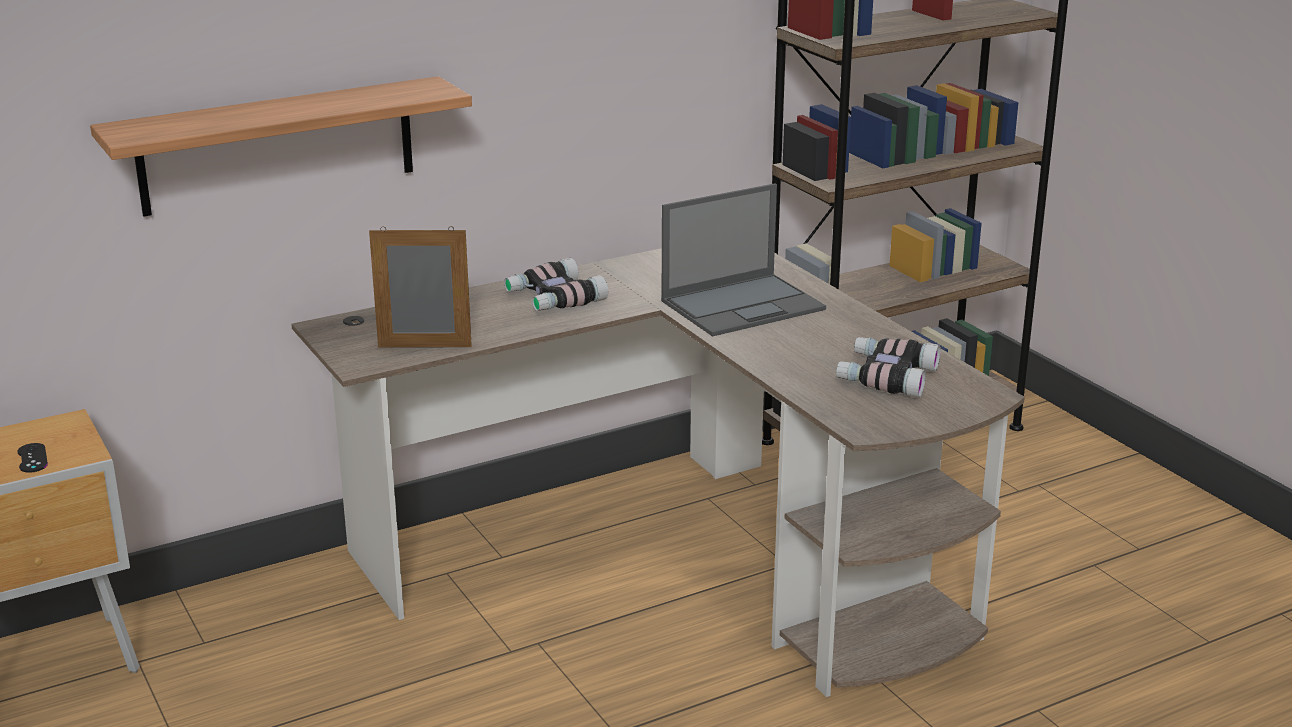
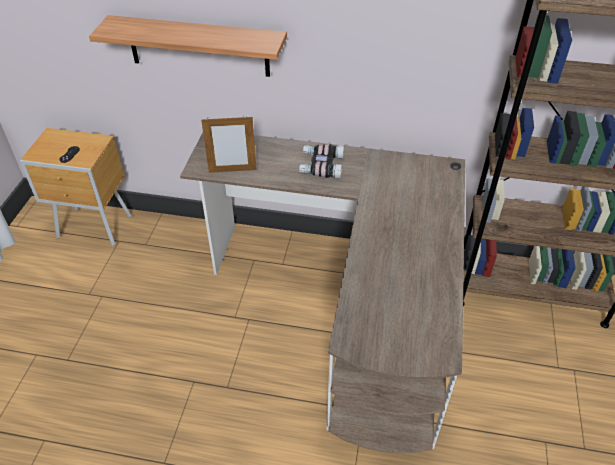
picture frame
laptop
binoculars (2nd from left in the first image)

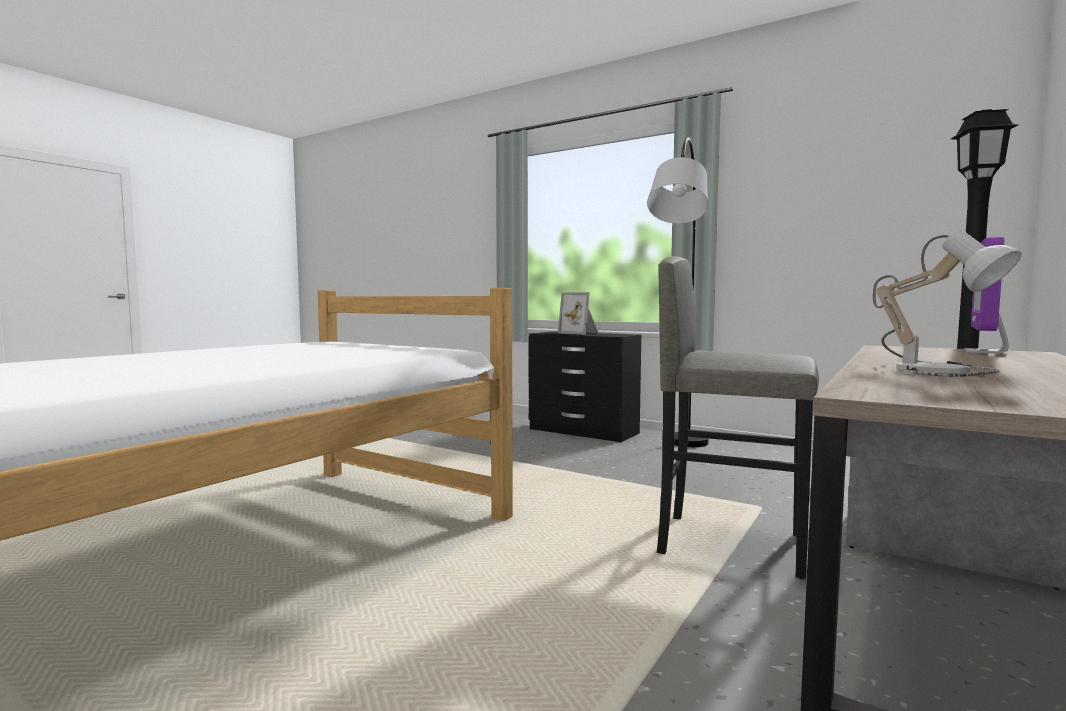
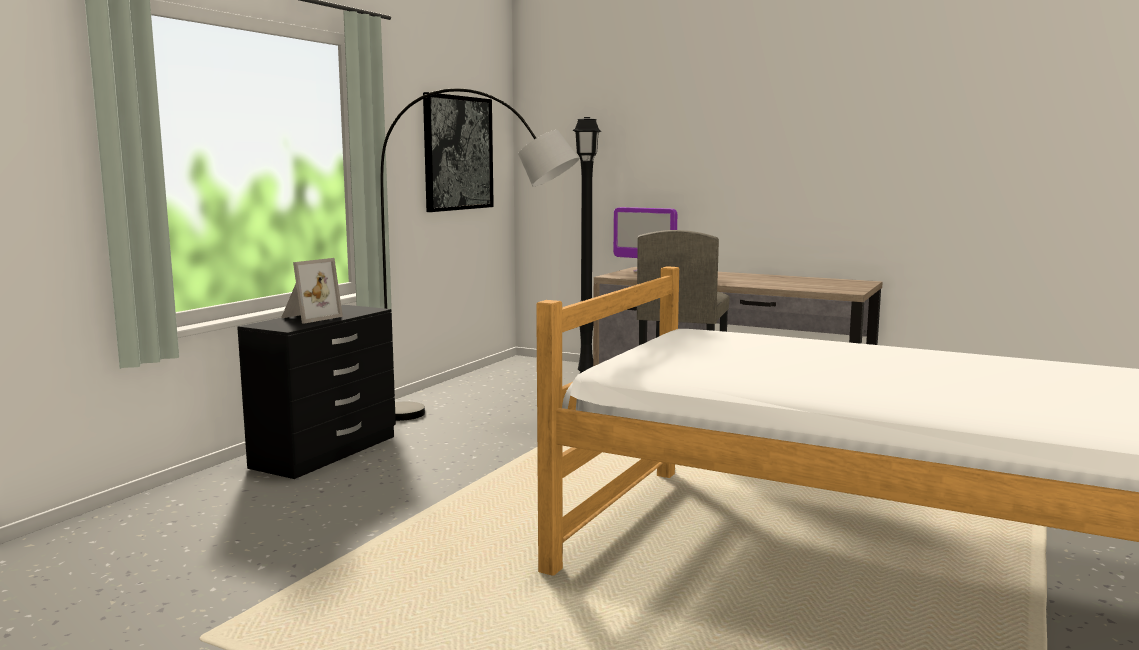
table lamp
picture

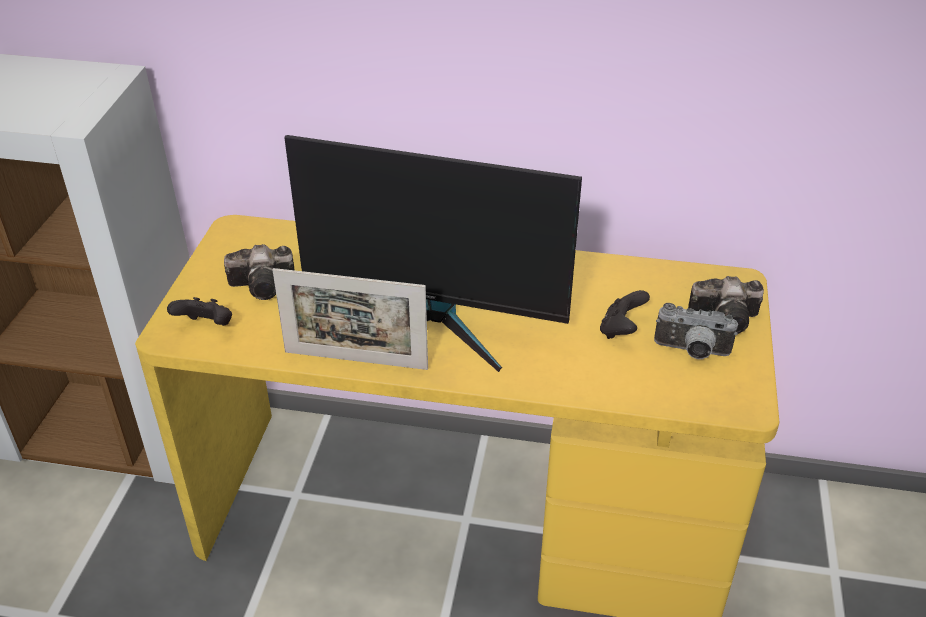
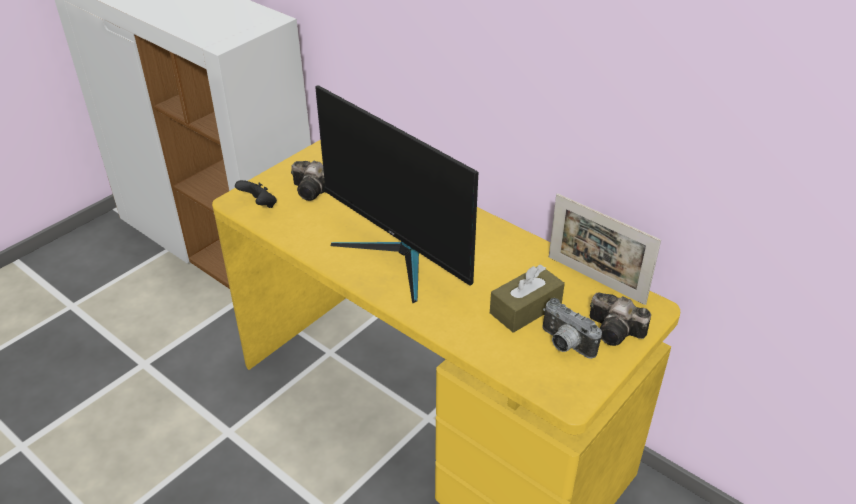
picture frame
brown tissue box

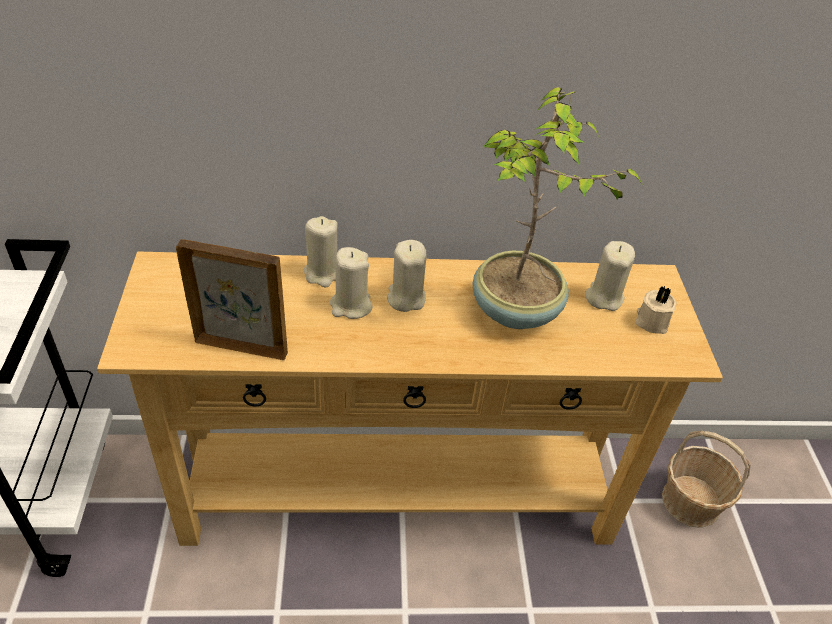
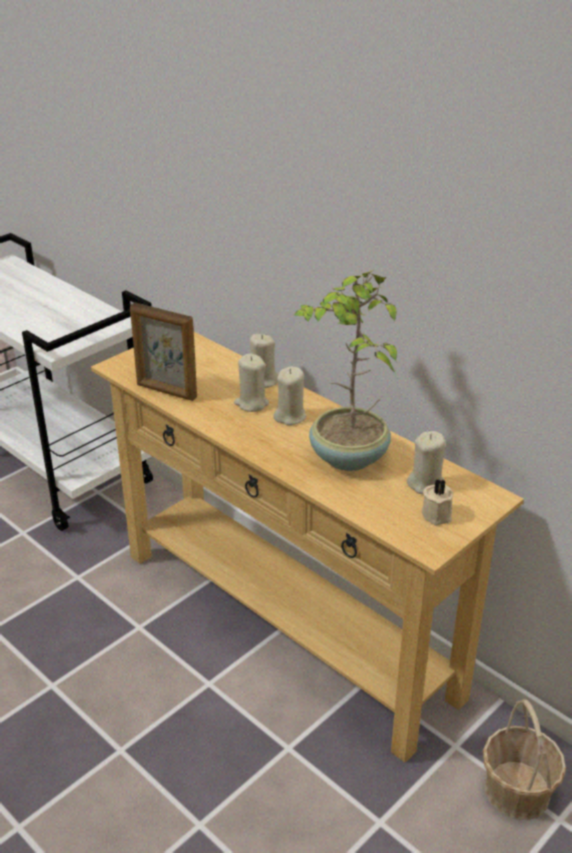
picture frame

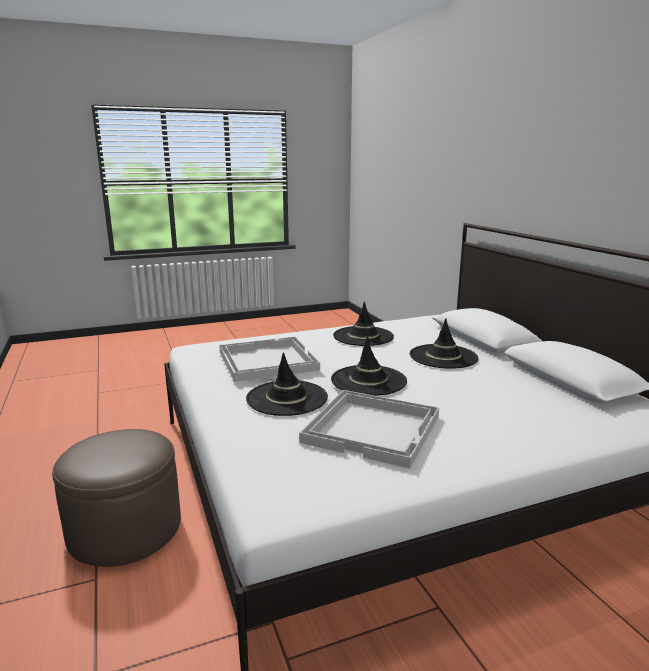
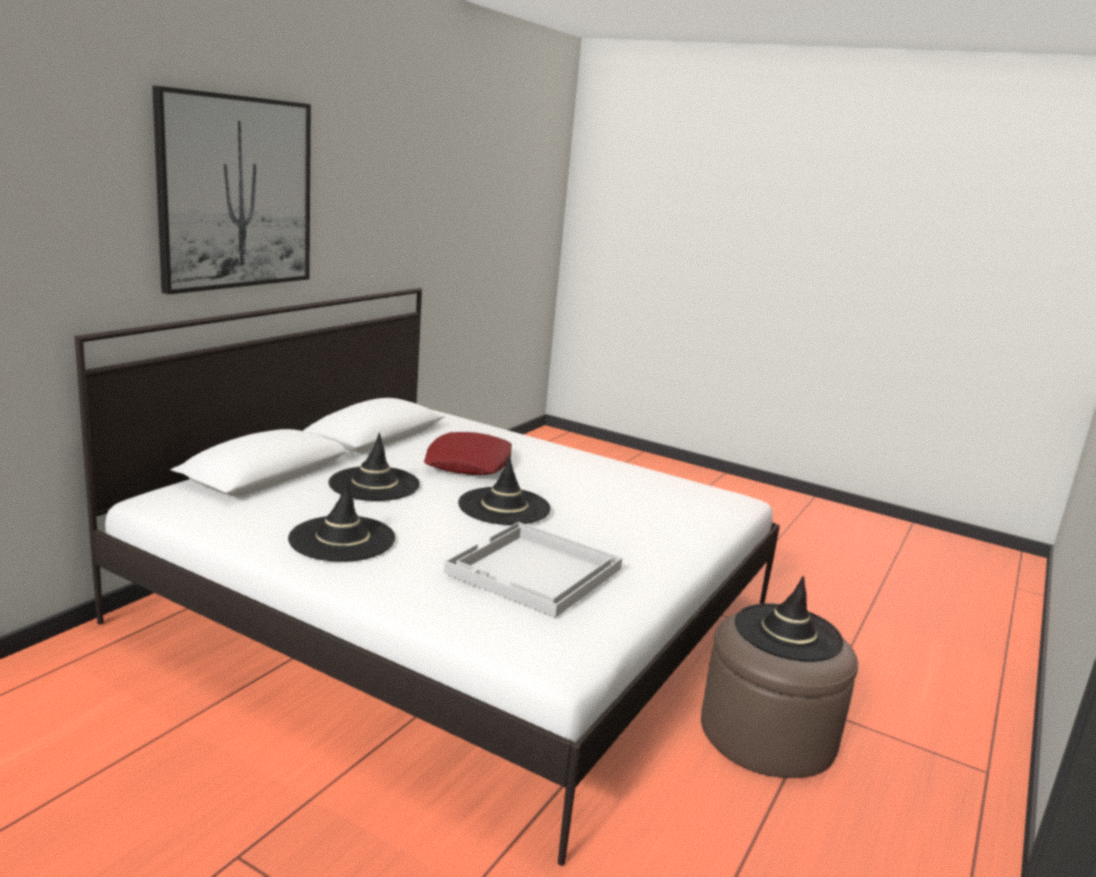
black hat (4th from left)
white tray (2nd from left in the first image)
picture
red pillow

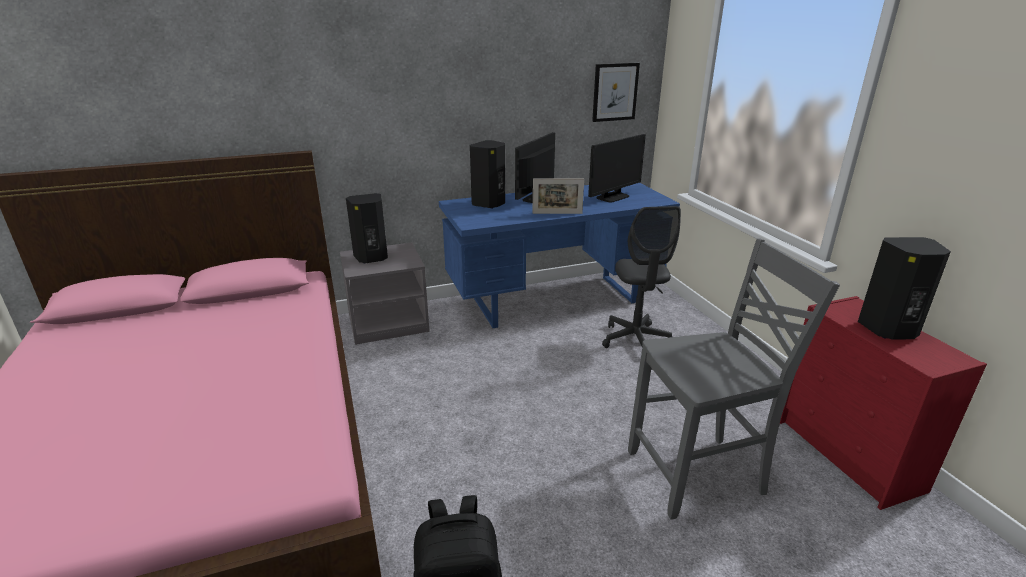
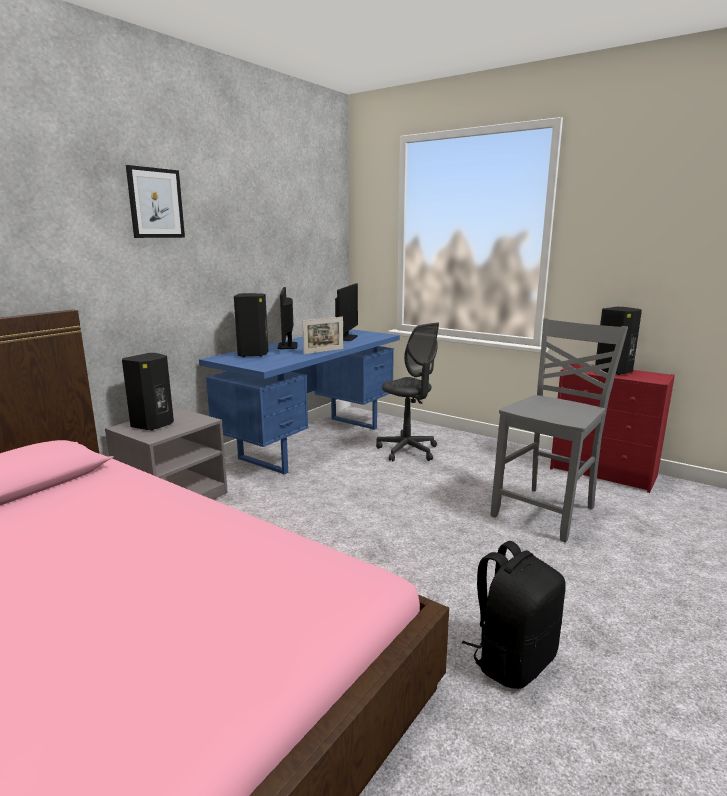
picture

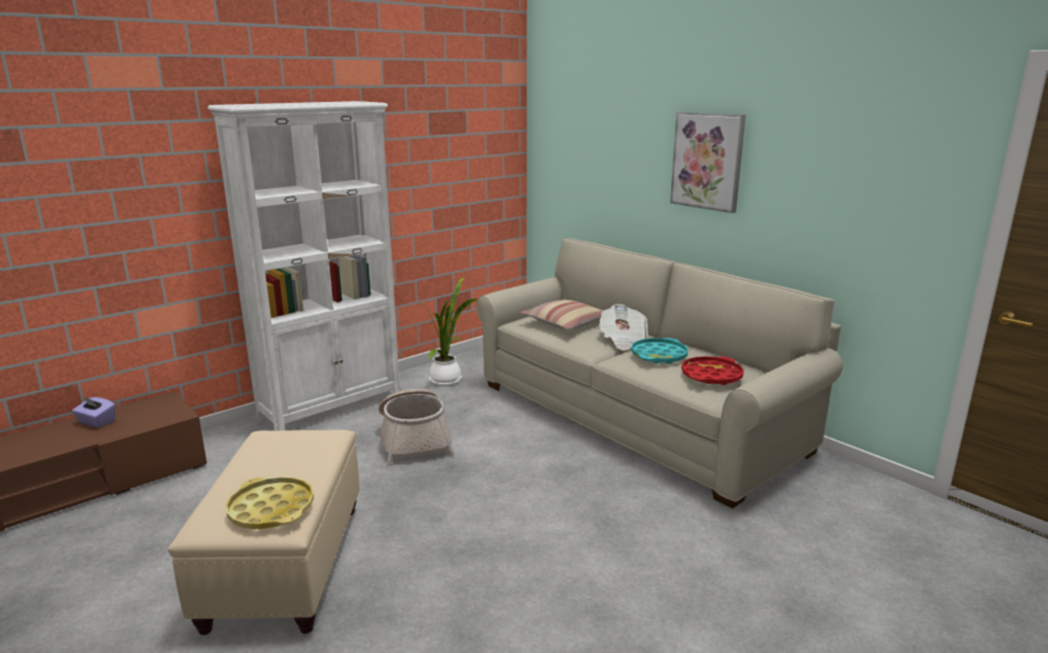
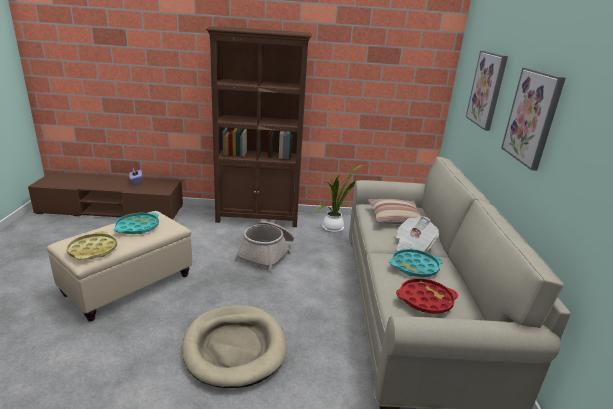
brown bookcase
turquoise tray (1st from left)
beige dog bed
picture (1st from left)

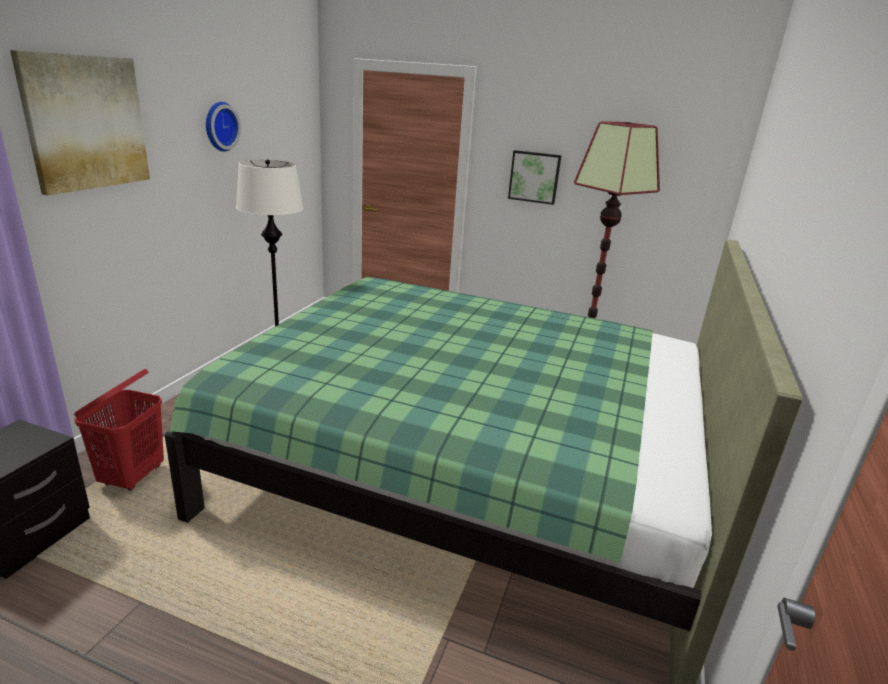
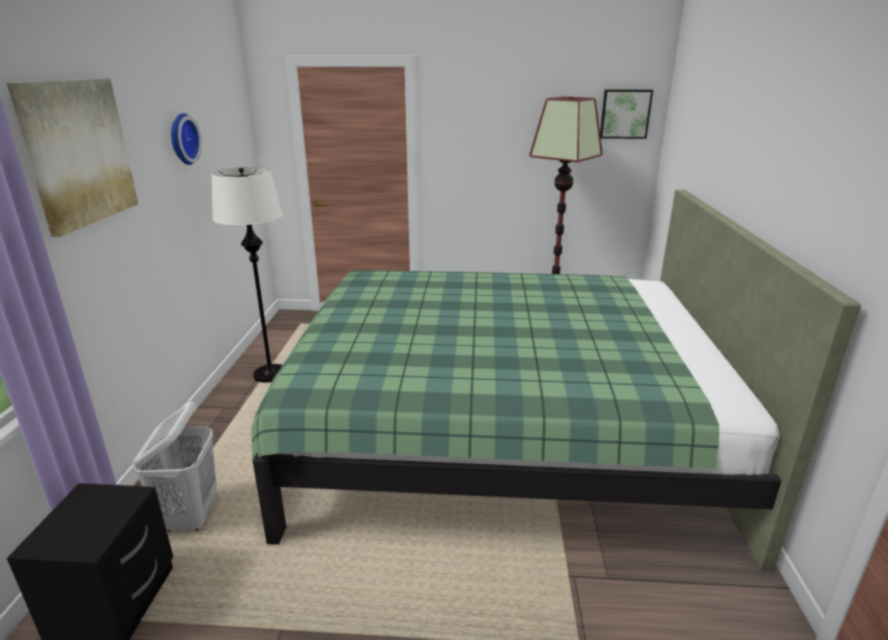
white laundry basket
picture (2nd from left)

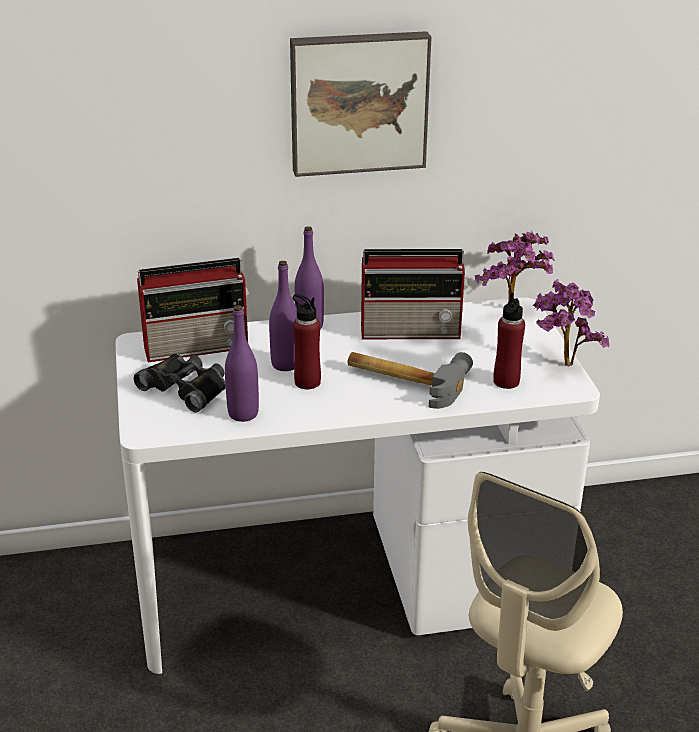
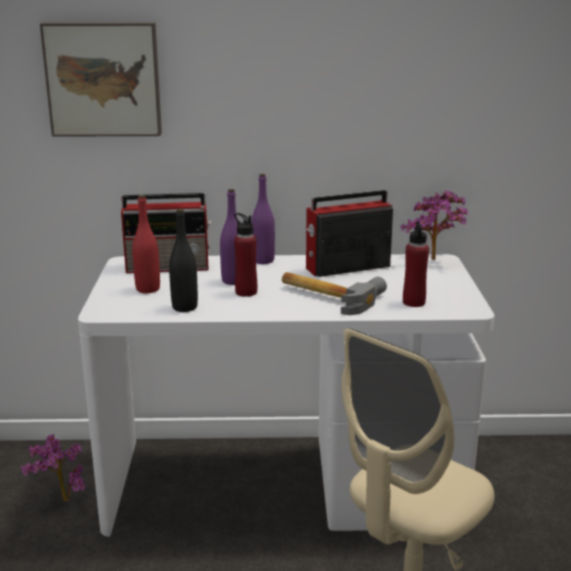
red bottle (1st from left)
black bottle
picture
radio (2nd from left)
potted plant (1st from left)

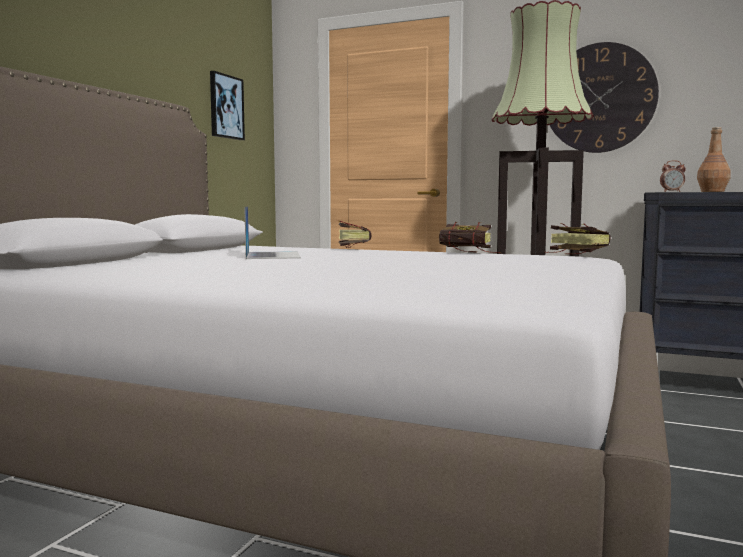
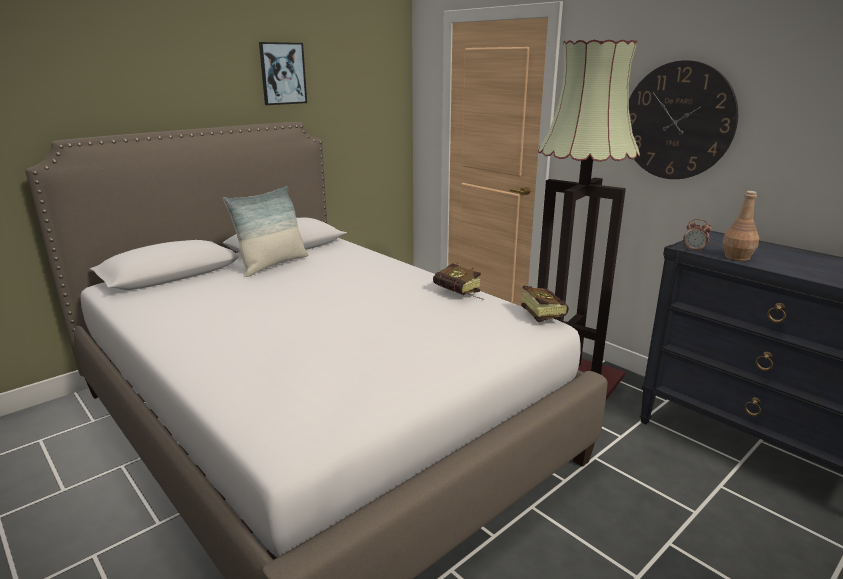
picture
laptop
book (1st from left in the first image)
pillow

